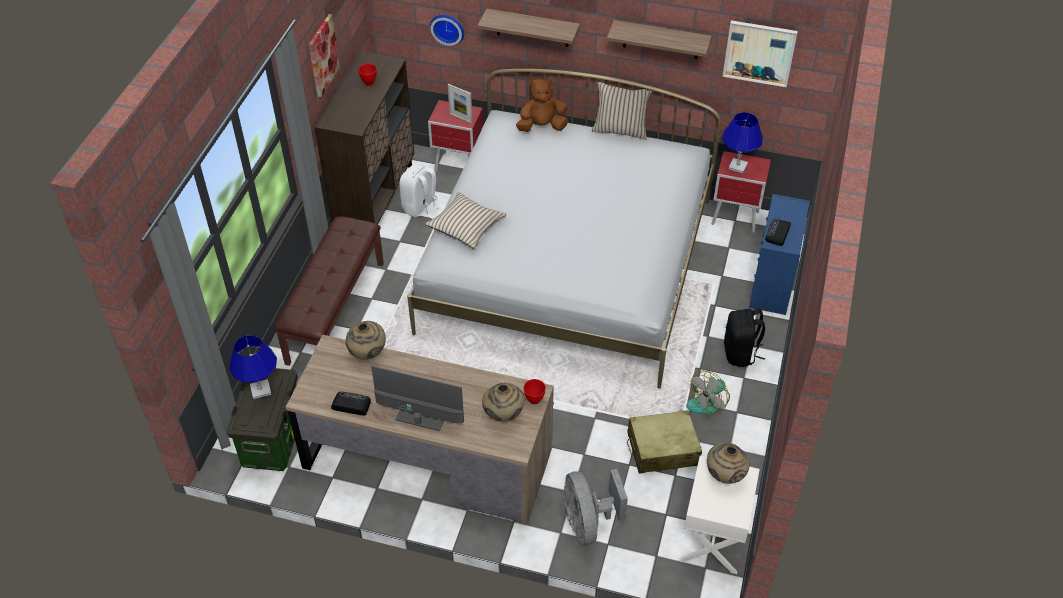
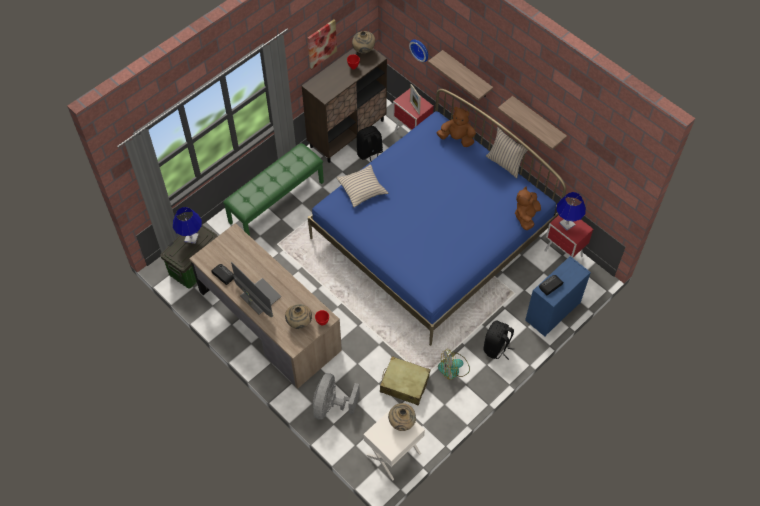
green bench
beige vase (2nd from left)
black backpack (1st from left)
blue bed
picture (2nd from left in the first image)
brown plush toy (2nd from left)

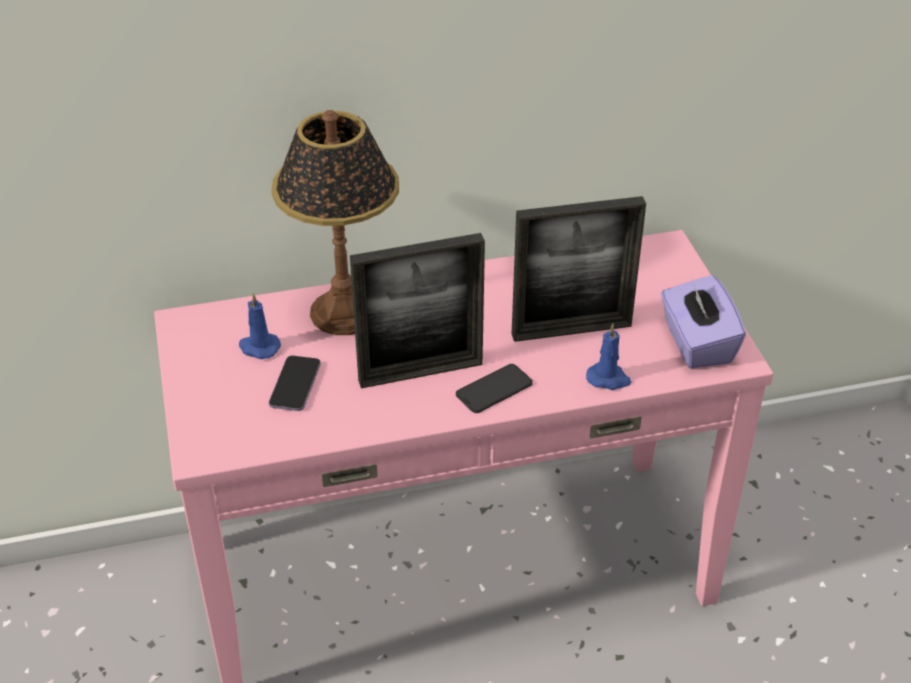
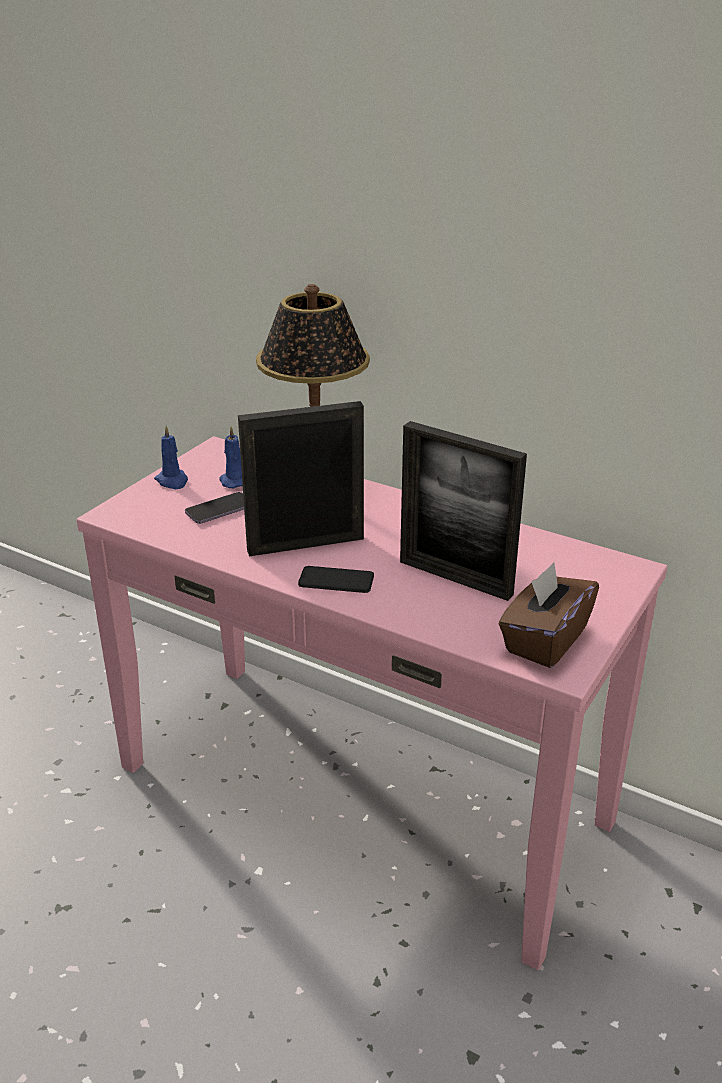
picture frame (1st from left)
blue candle (1st from left)
brown tissue box

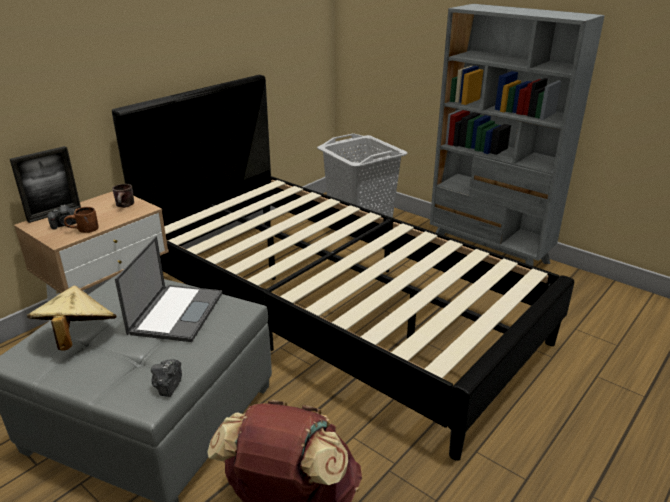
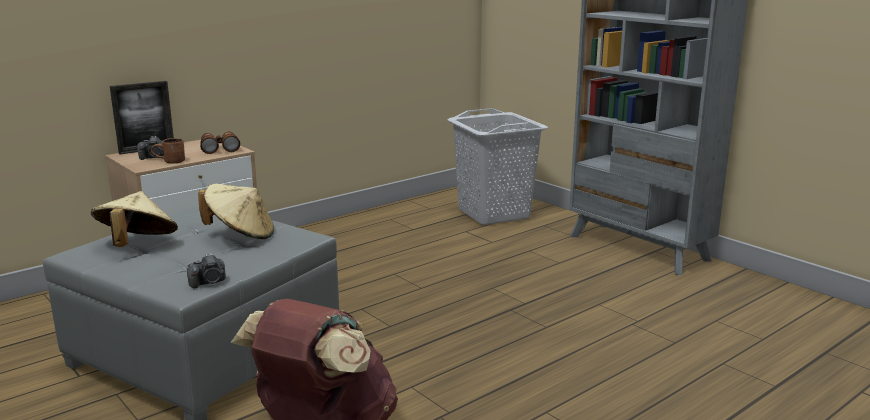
black bed
binoculars
beige hat (2nd from left)
photo camera (2nd from left)

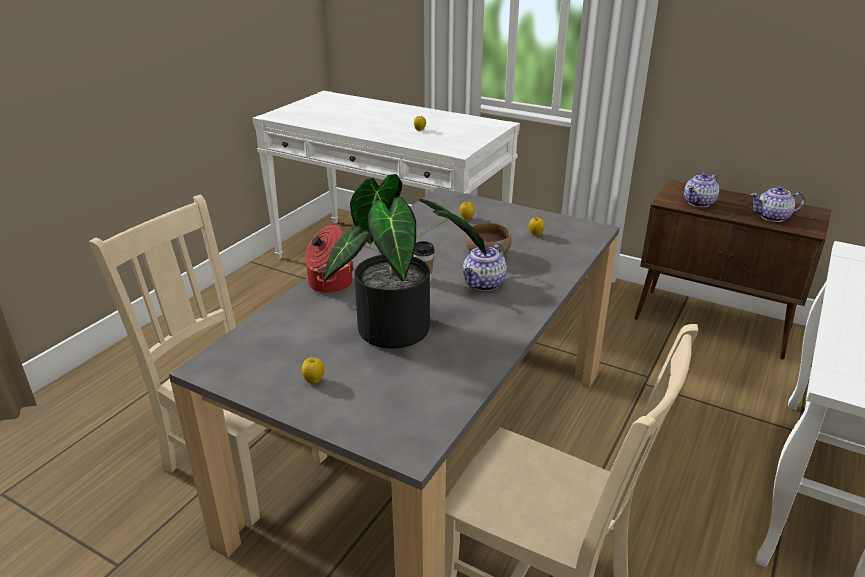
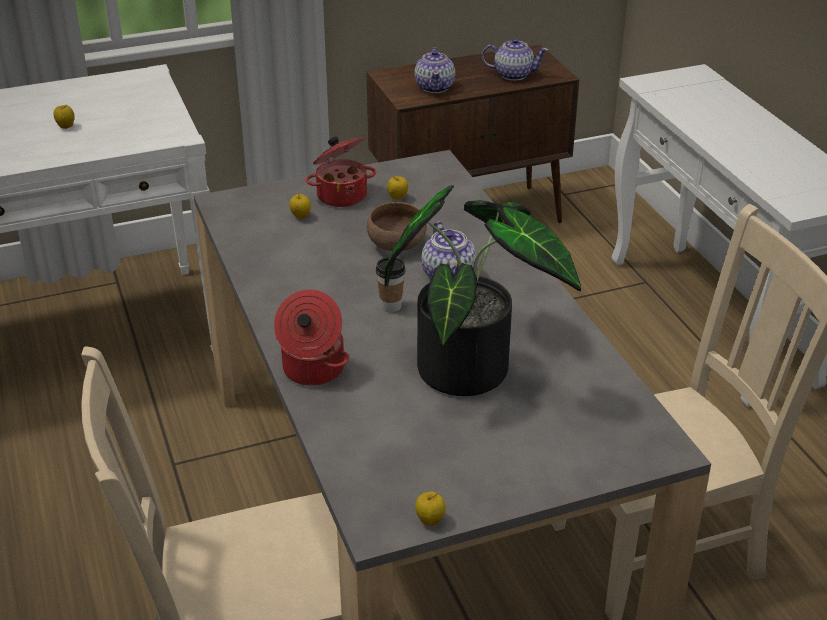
apple (4th from left)
teapot (3rd from left)
cooking pot (2nd from left)

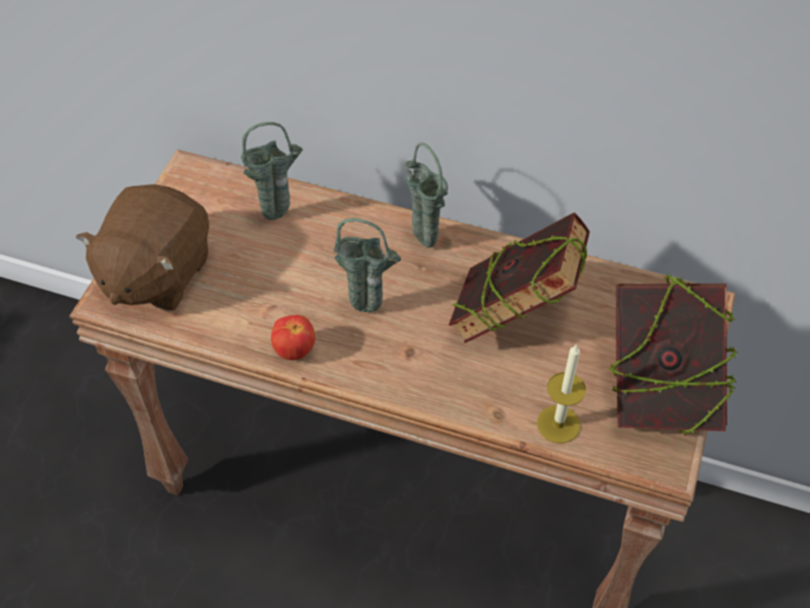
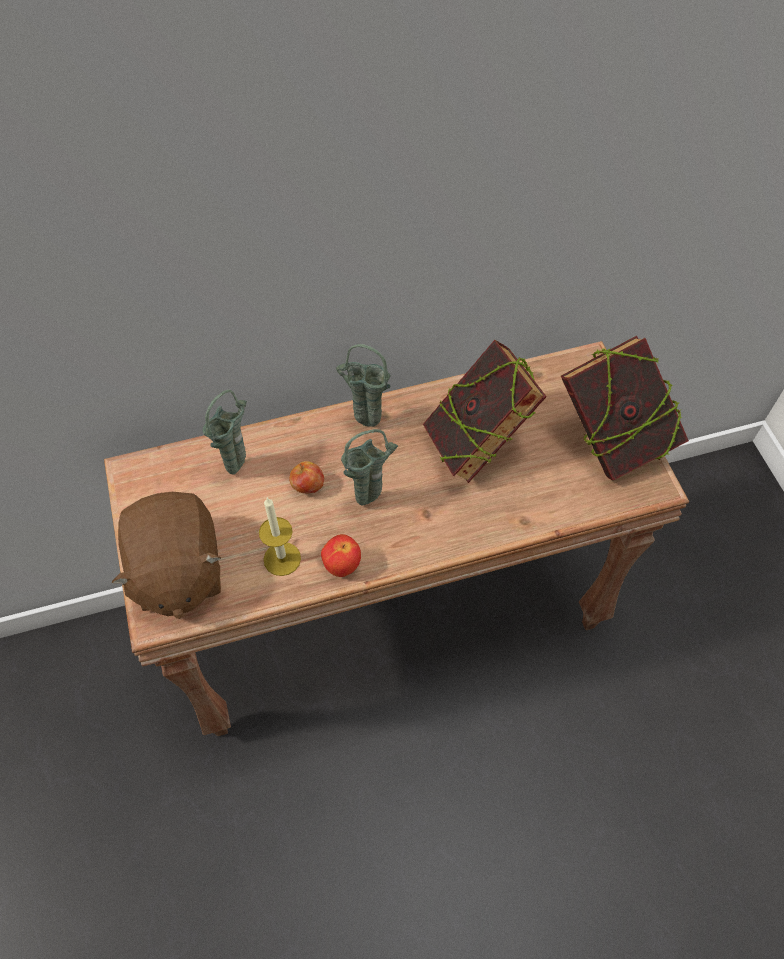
candle
apple (1st from left)

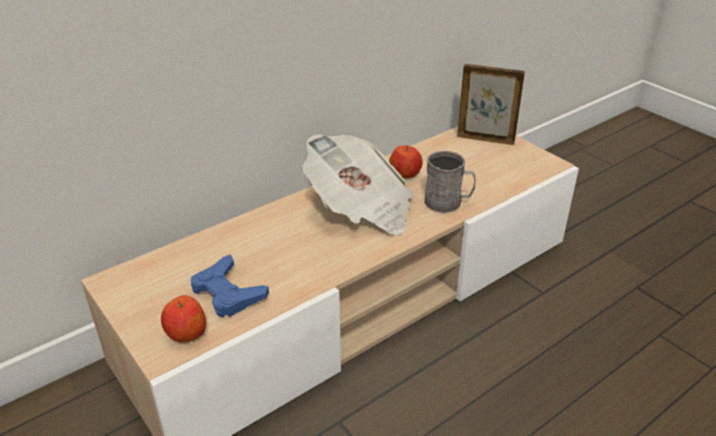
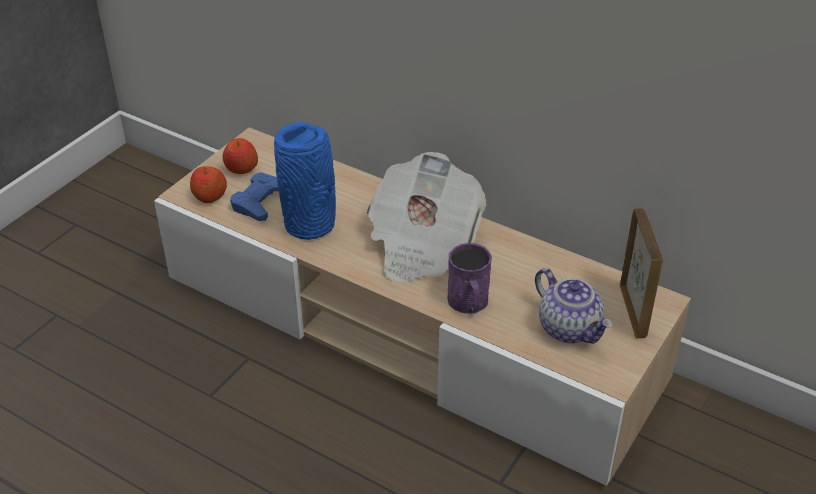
apple (2nd from left)
purple mug
blue vase
teapot

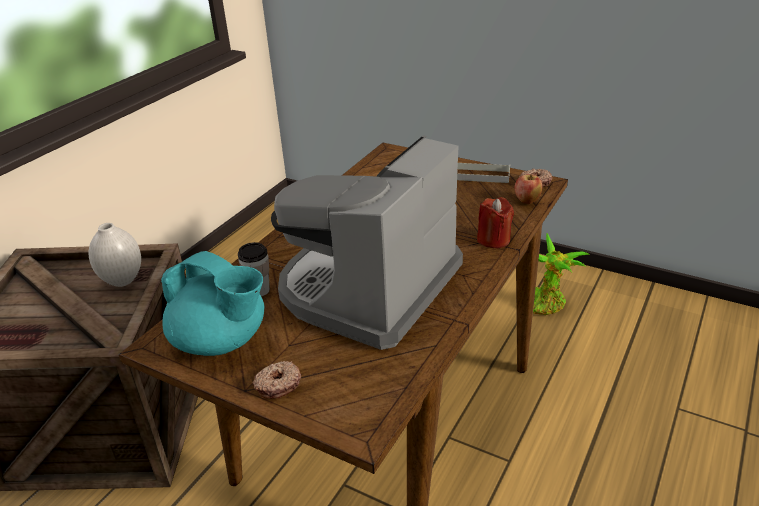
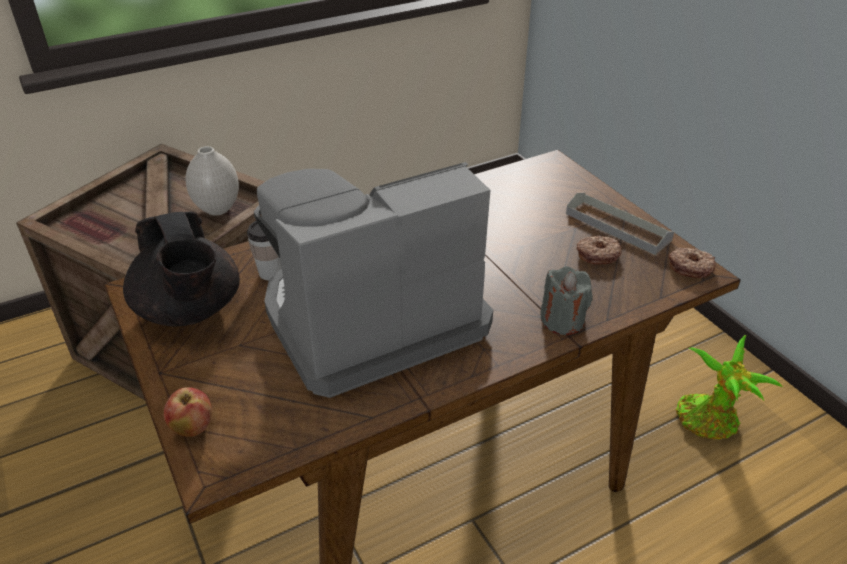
black teapot
donut (1st from left)
grey candle
apple

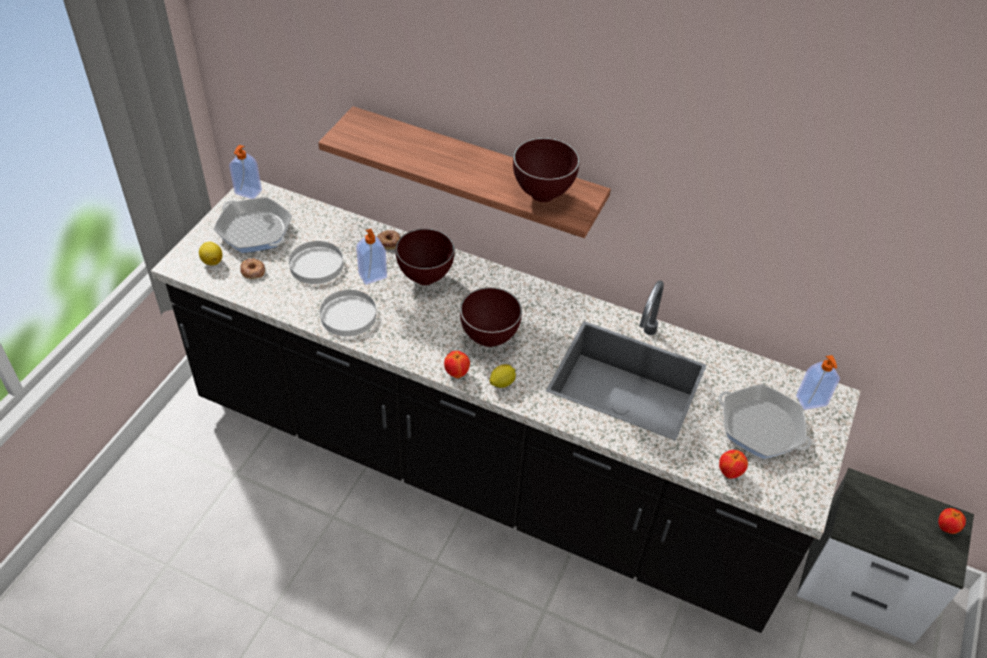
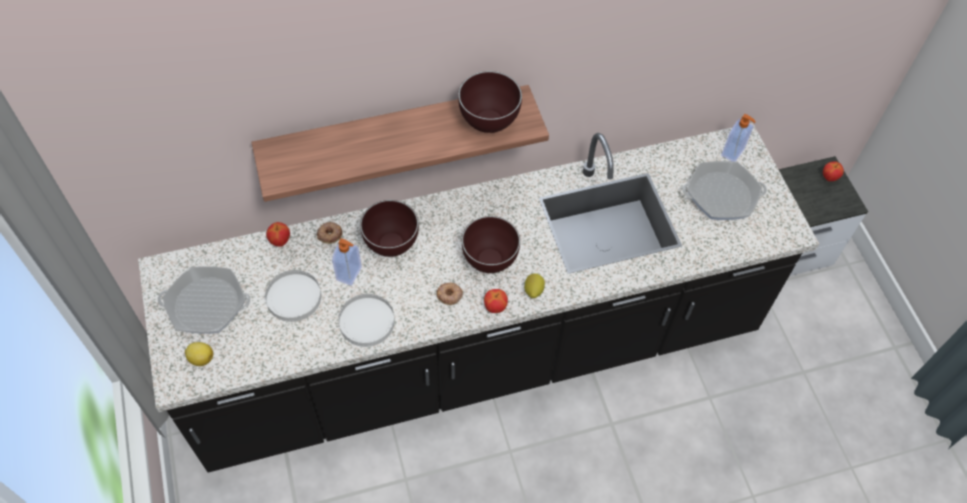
soap dispenser (1st from left in the first image)
donut (2nd from left)
apple (1st from left)

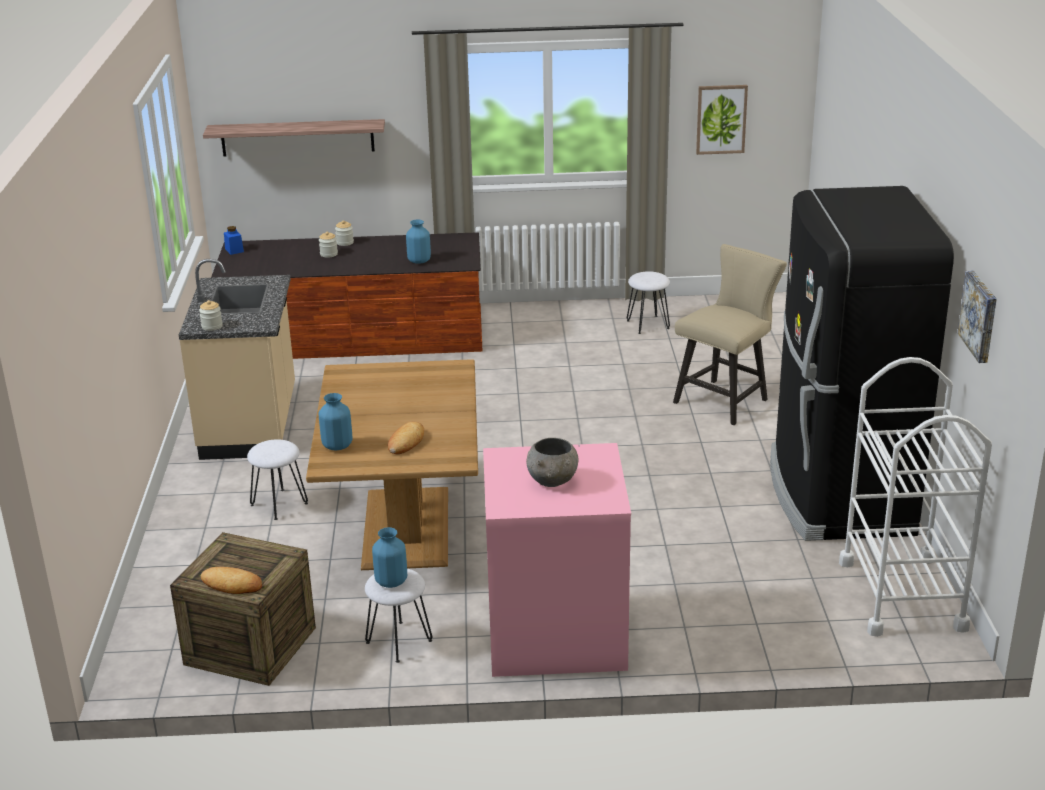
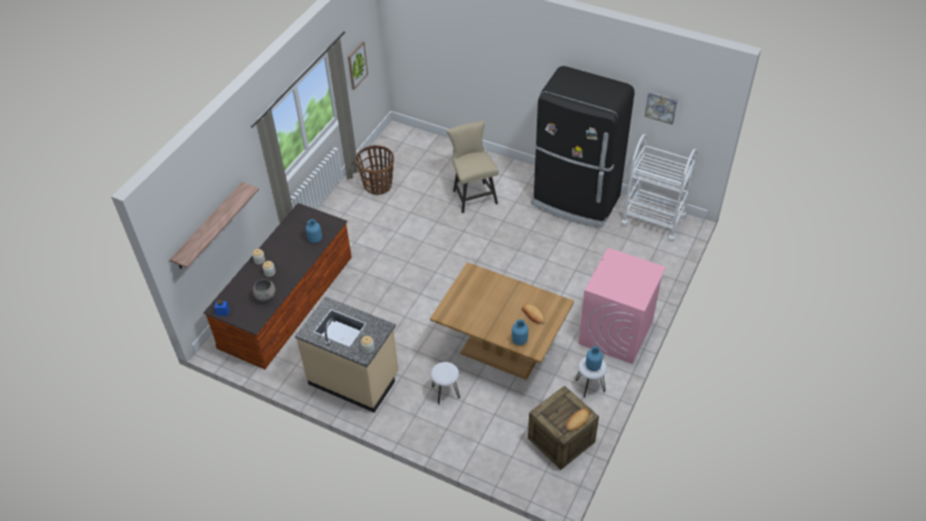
grey bowl
basket

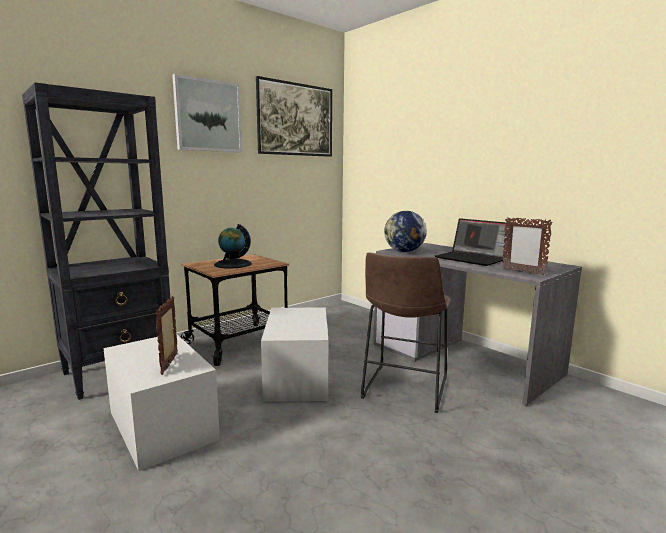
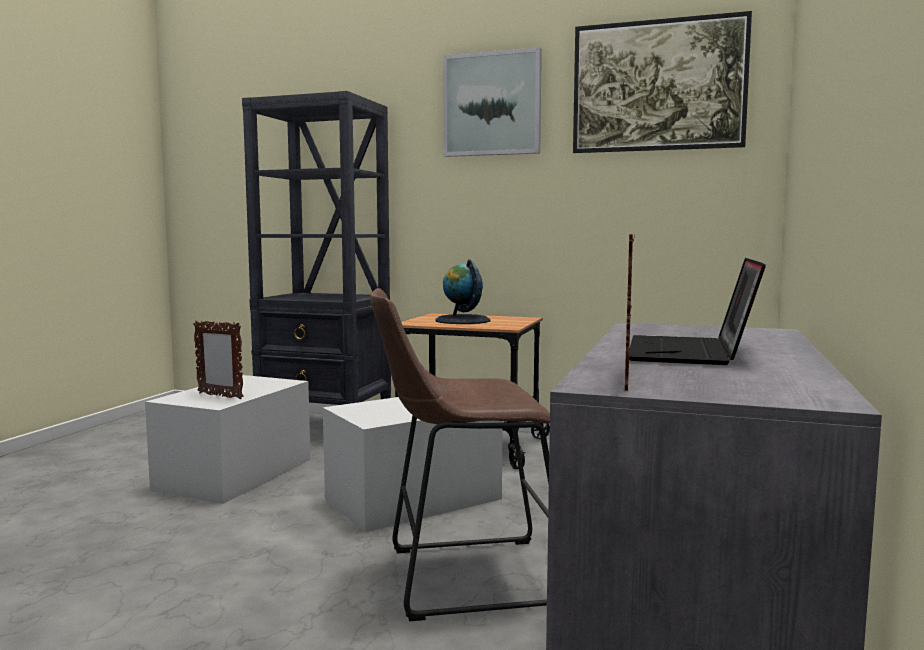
picture frame (1st from left)
globe (2nd from left in the first image)

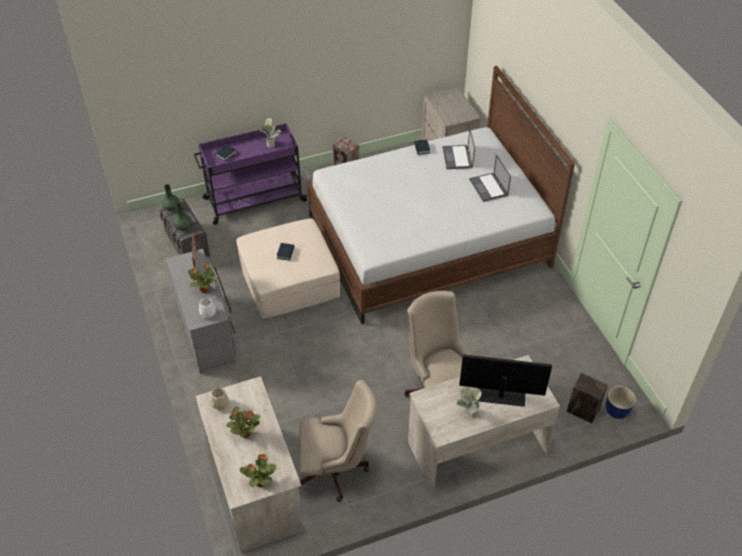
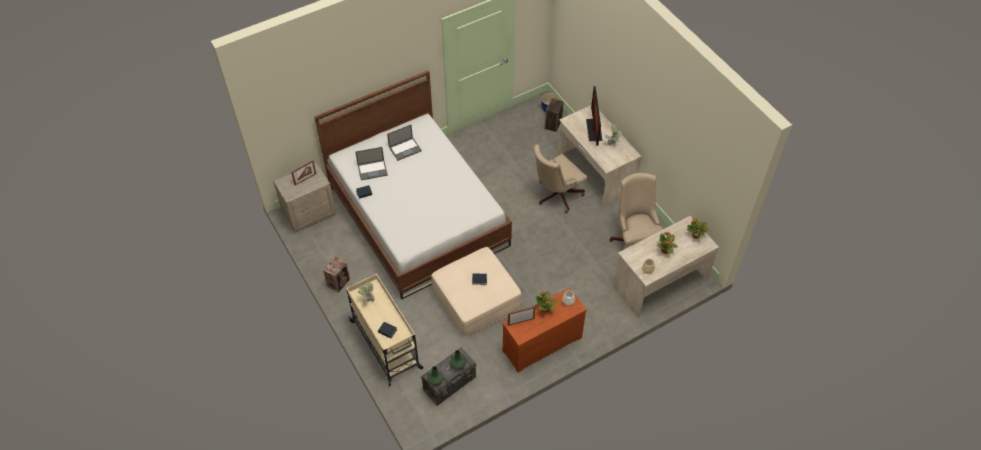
brown dresser
beige cart
picture frame (1st from left)

